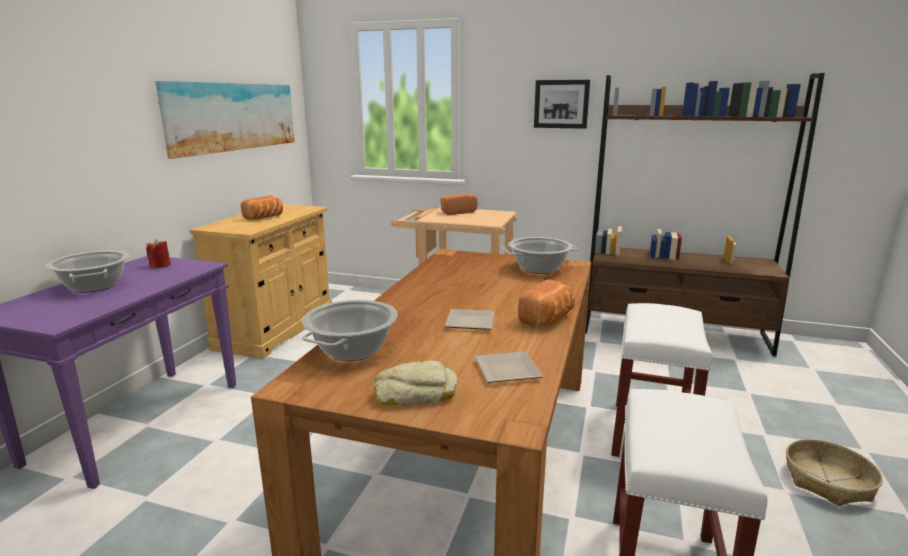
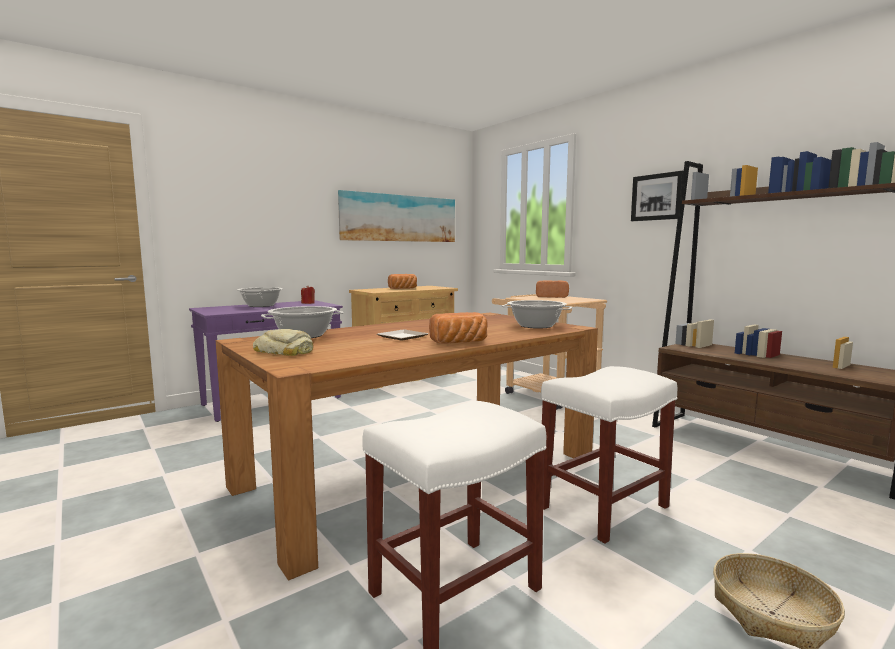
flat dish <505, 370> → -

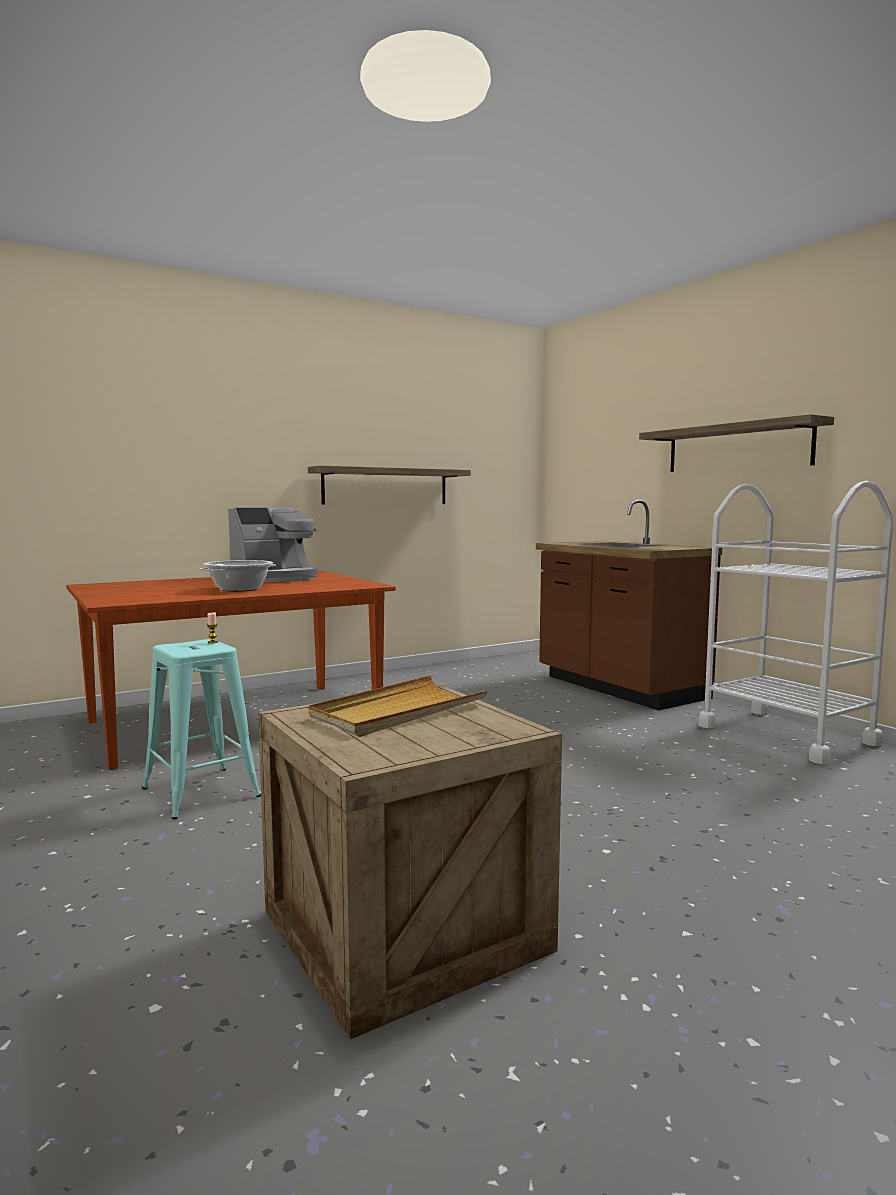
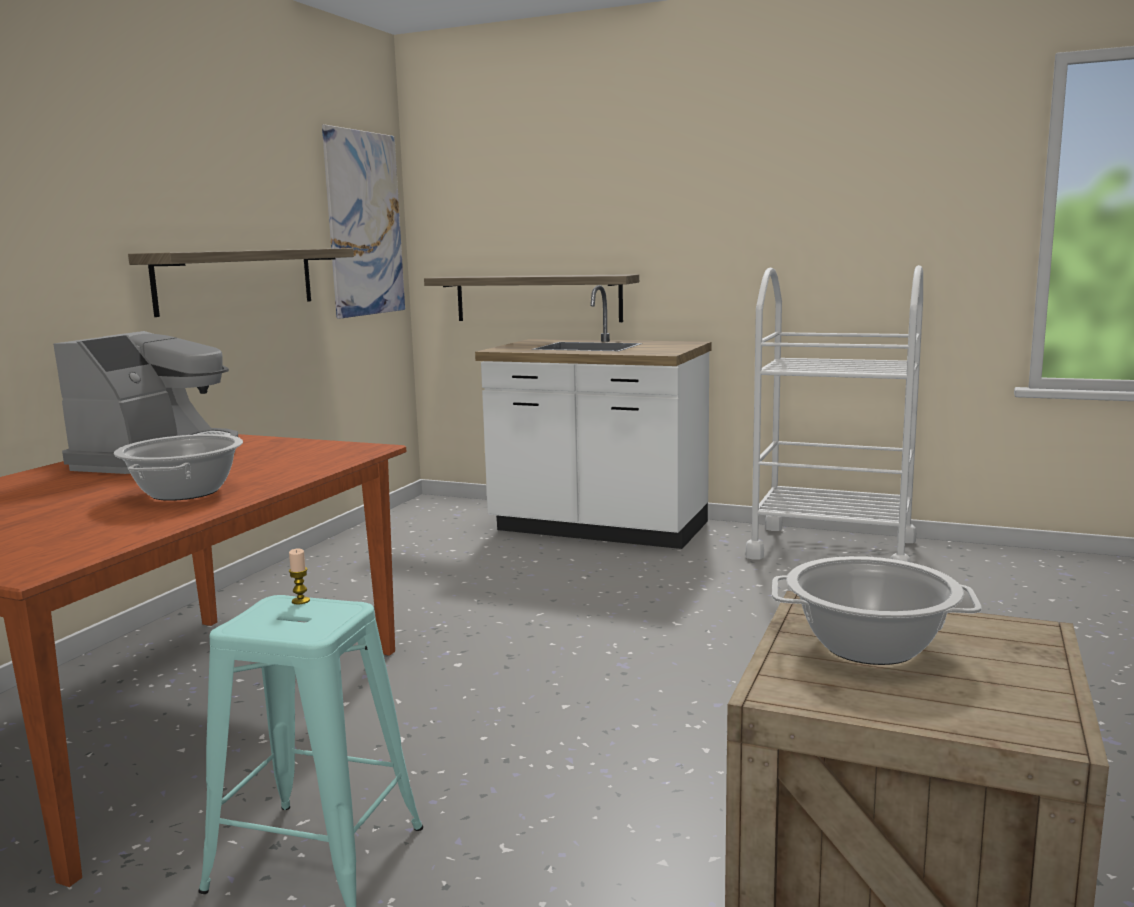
sand-coloured carrying tray <398, 711> → cooking pot <869, 646>
brownish kitchen base unit <619, 688> → white kitchen base unit <598, 529>
bracket shelf <737, 447> → bracket shelf <537, 298>, moved
- → wall art <365, 224>

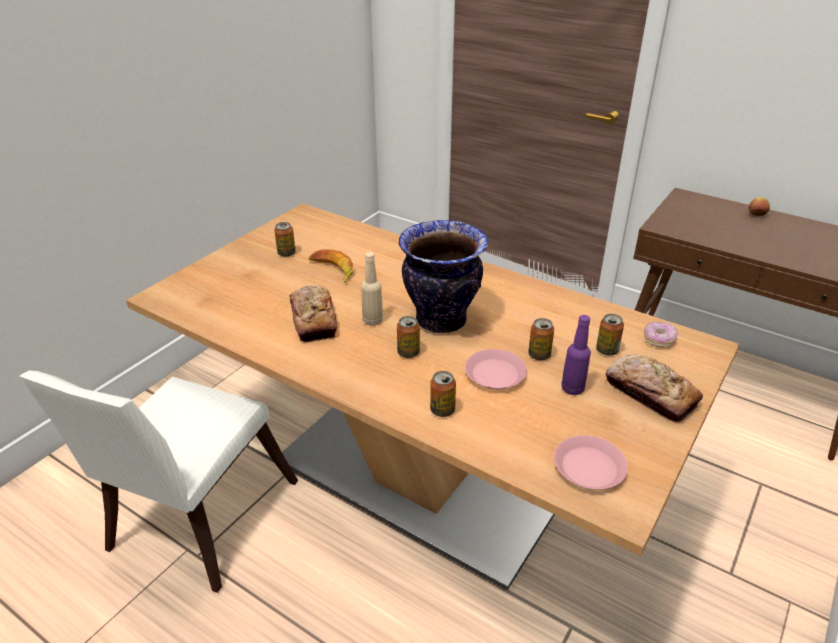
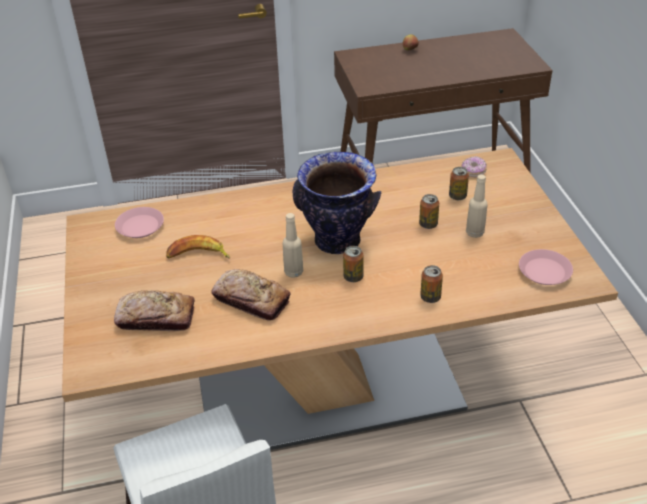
can <286, 253> → -
pinkish flat dish <495, 374> → pinkish flat dish <140, 226>, moved
purplish drink bottle <572, 389> → sand-coloured drink bottle <474, 233>
baked bread <650, 394> → baked bread <156, 318>, moved

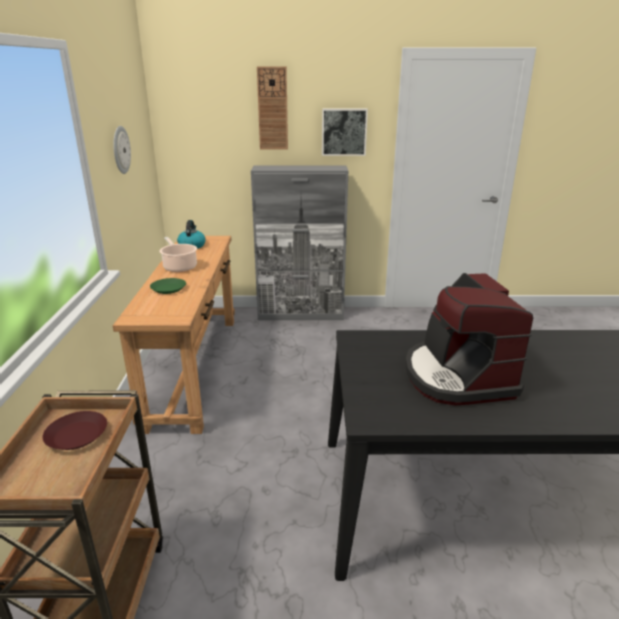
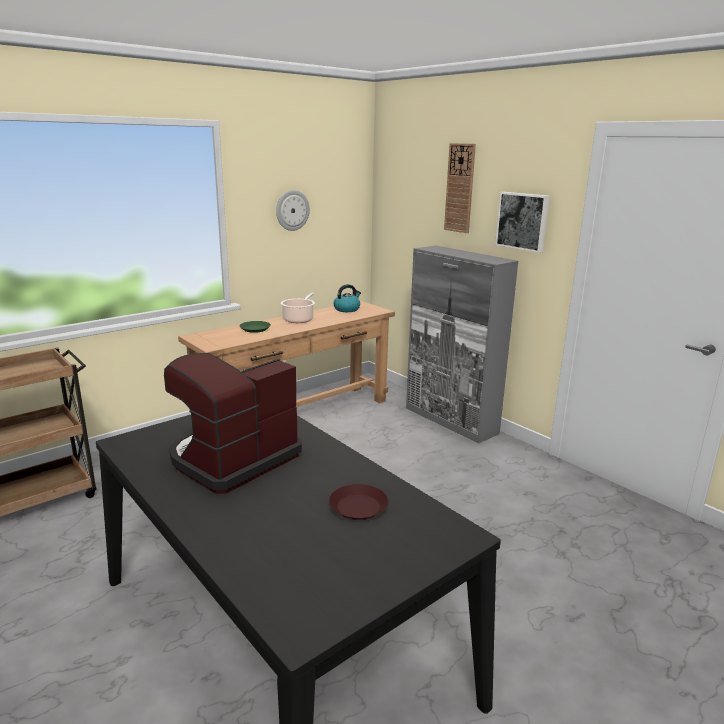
brownish flat dish <76, 435> → brownish flat dish <358, 507>, moved

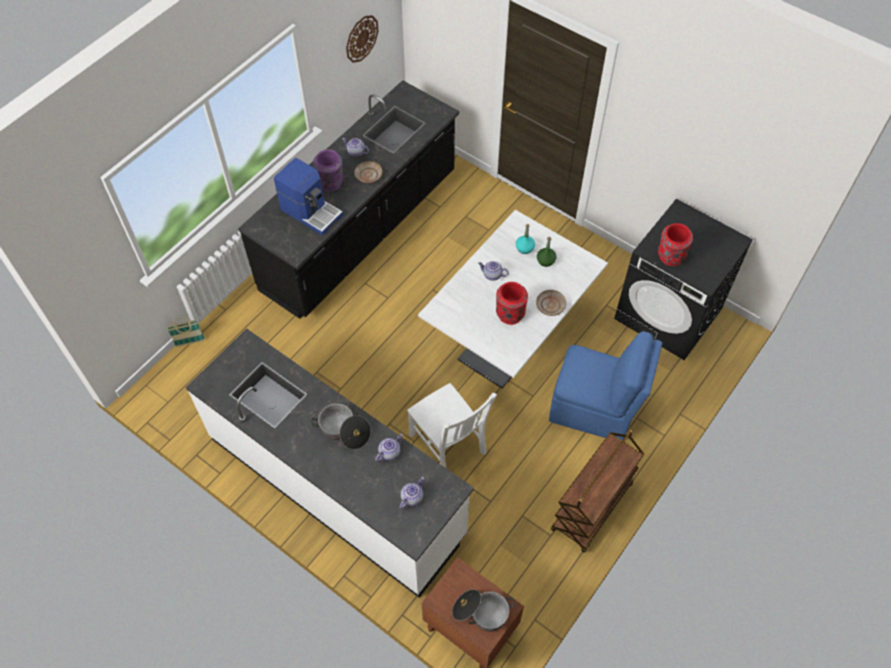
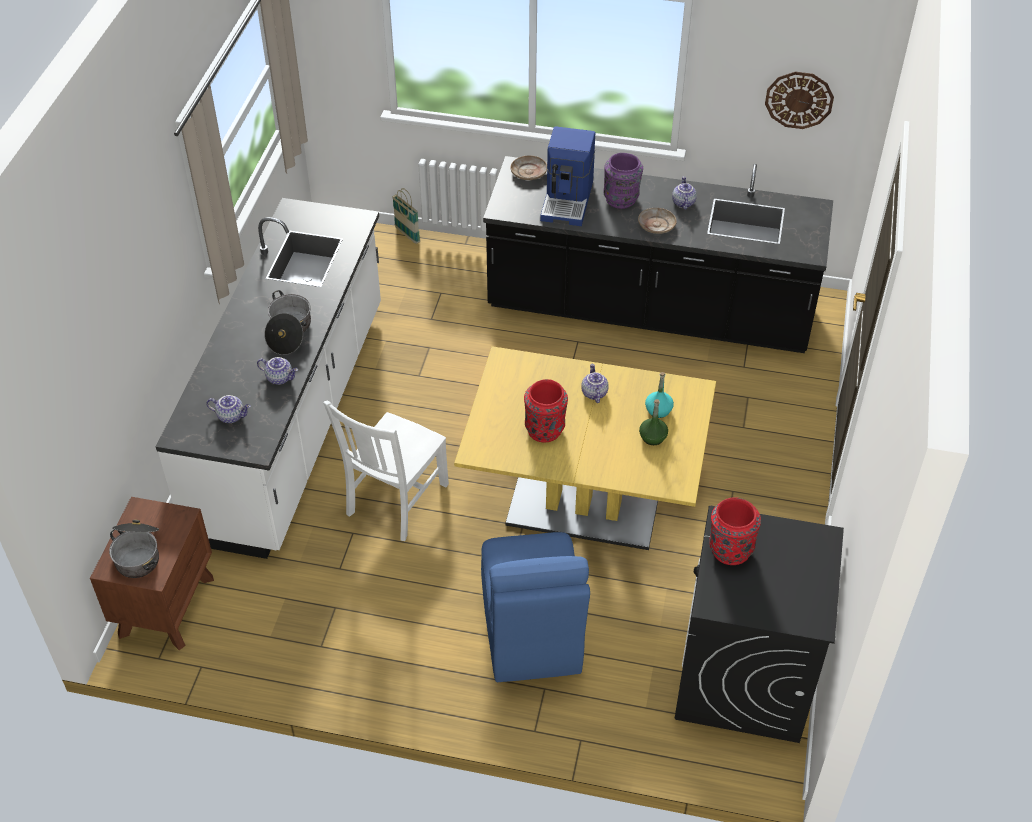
white dining table <509, 339> → yellow dining table <583, 507>
sand-coloured flat dish <550, 305> → sand-coloured flat dish <529, 172>, moved
brownish wheeled cart <592, 508> → -

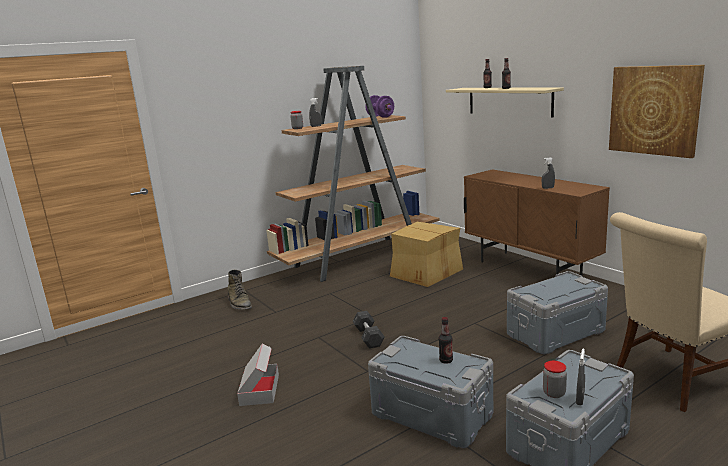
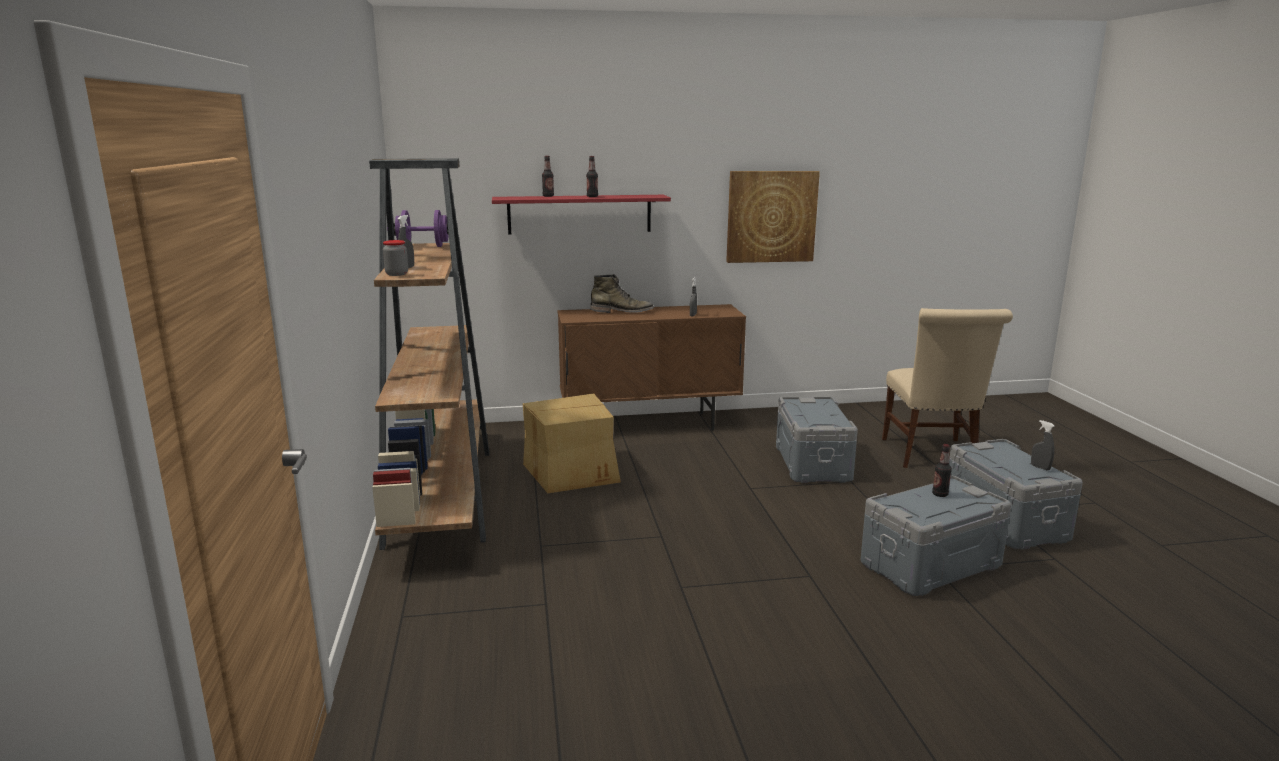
green-coloured high-top boot <239, 303> → green-coloured high-top boot <622, 312>, moved
carton <259, 389> → -
gray hand weight <368, 337> → -
sand-coloured bracket shelf <509, 101> → red bracket shelf <579, 214>
preserve jar <554, 393> → -

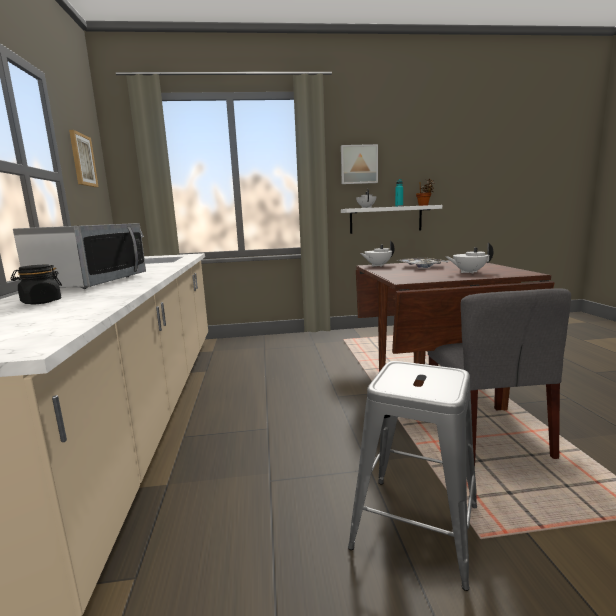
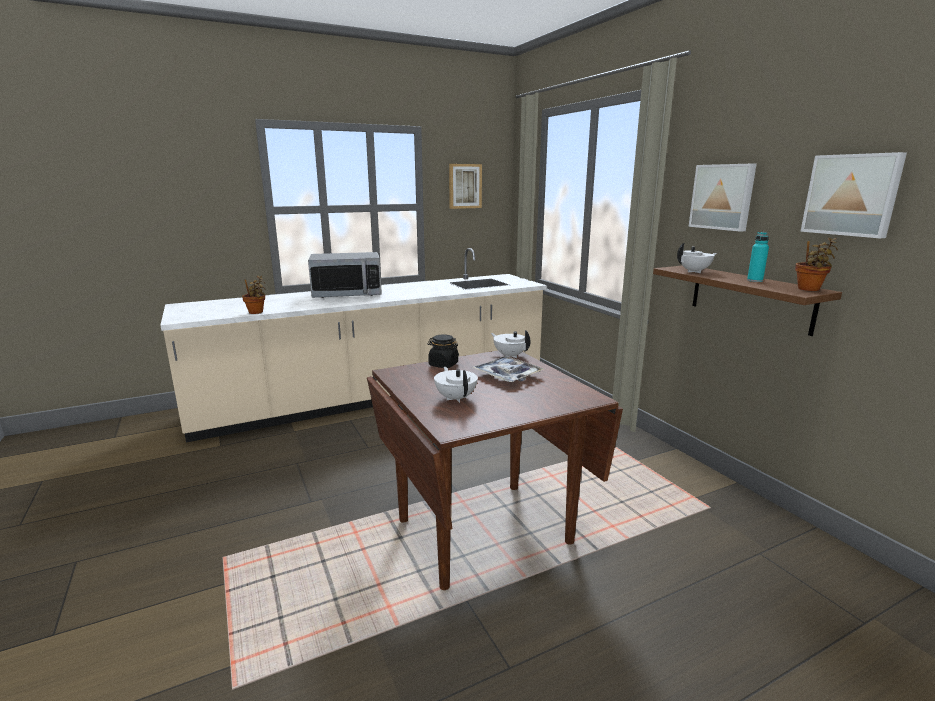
black preserve jar <41, 302> → black preserve jar <443, 364>, moved
white bracket shelf <385, 219> → brownish bracket shelf <750, 298>
gray sitting stool <415, 526> → -
gray plain chair <487, 435> → -
- → houseplant <256, 312>
- → wall art <852, 195>

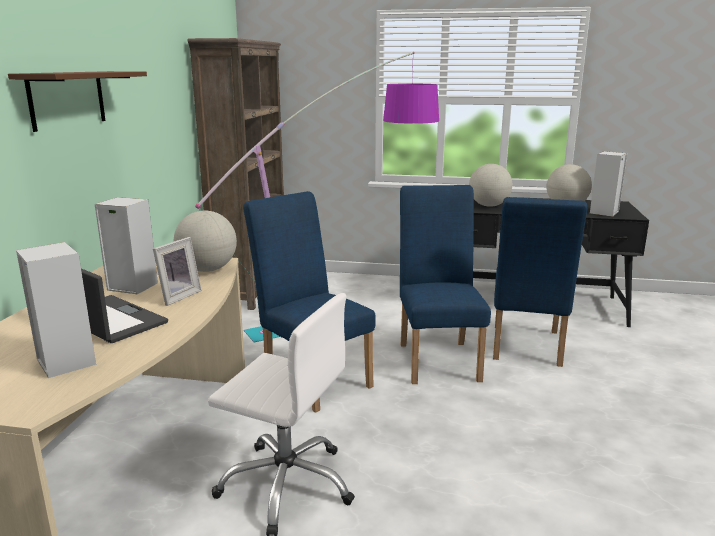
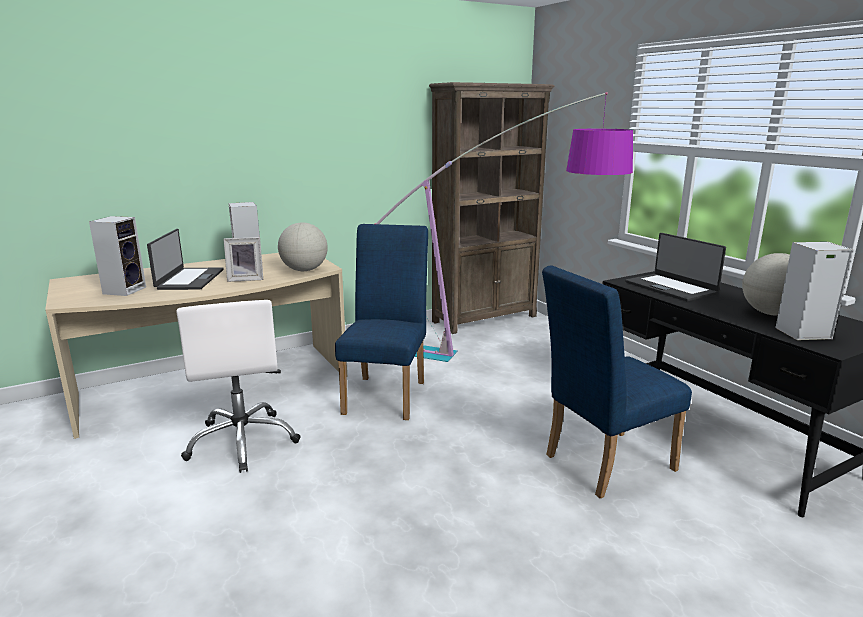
brownish bracket shelf <67, 99> → -
bluish plain chair <438, 358> → -
globe <489, 206> → laptop <671, 288>

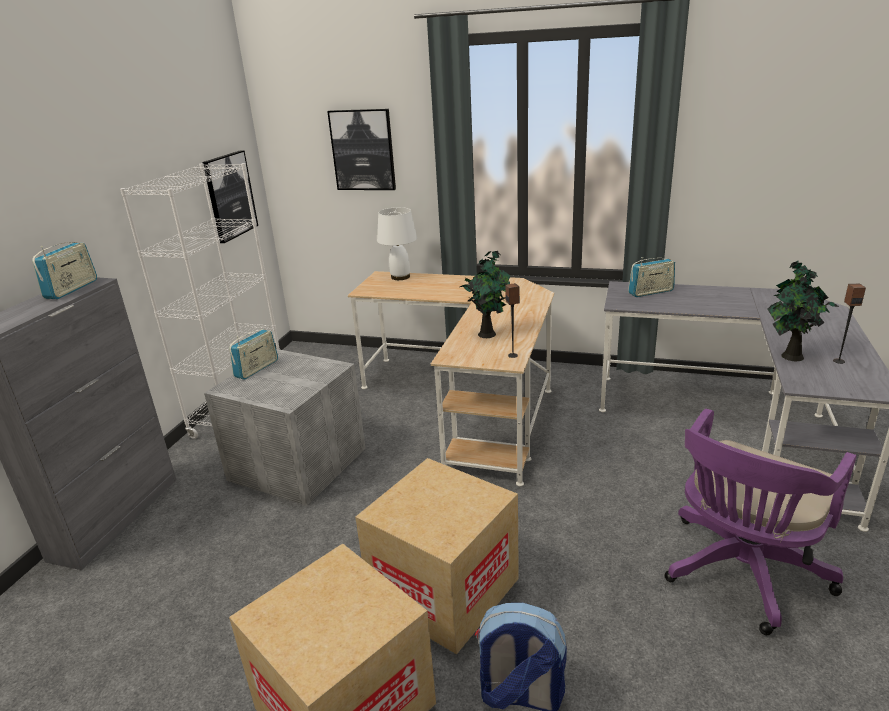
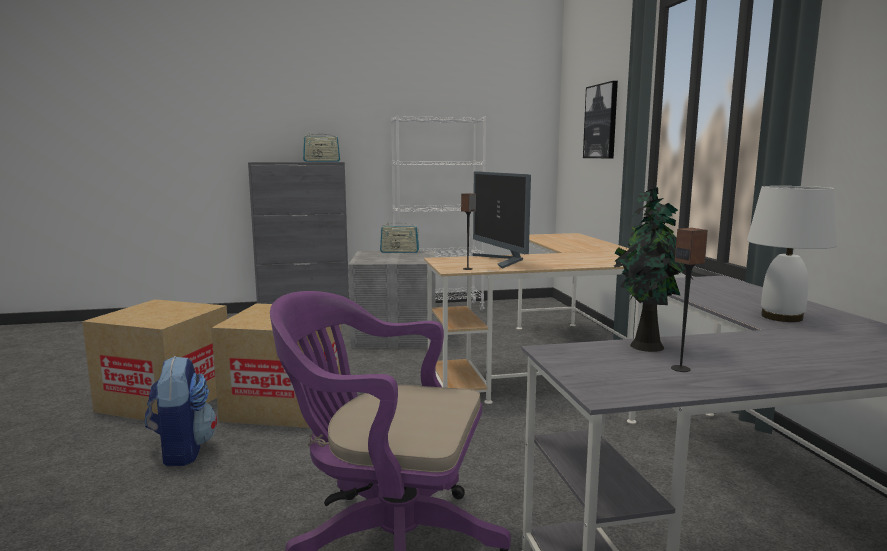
wall art <229, 196> → -
white tabletop lamp <401, 277> → white tabletop lamp <782, 317>, moved
houseplant <488, 334> → computer display <501, 261>
radio receiver <651, 292> → -

